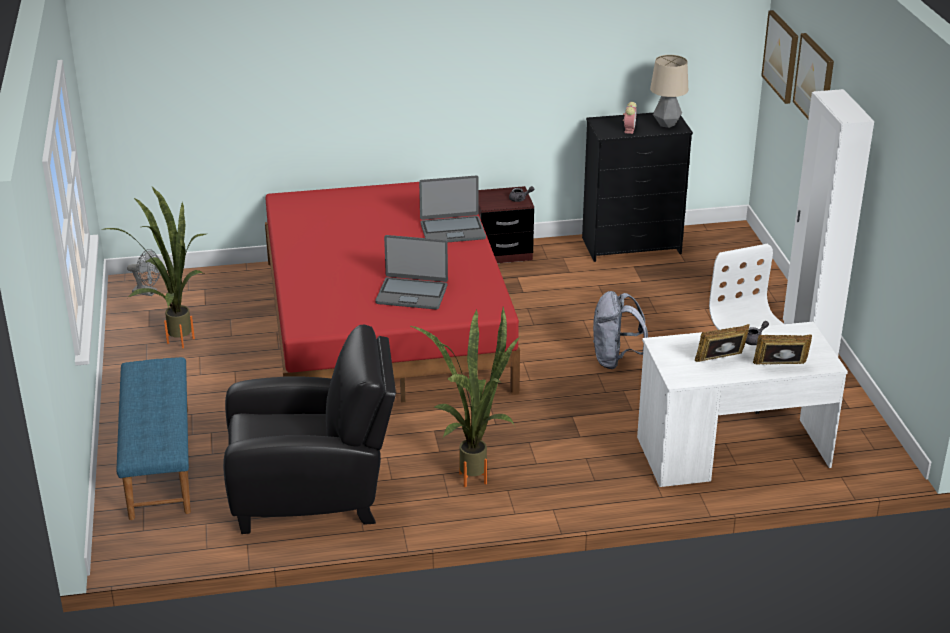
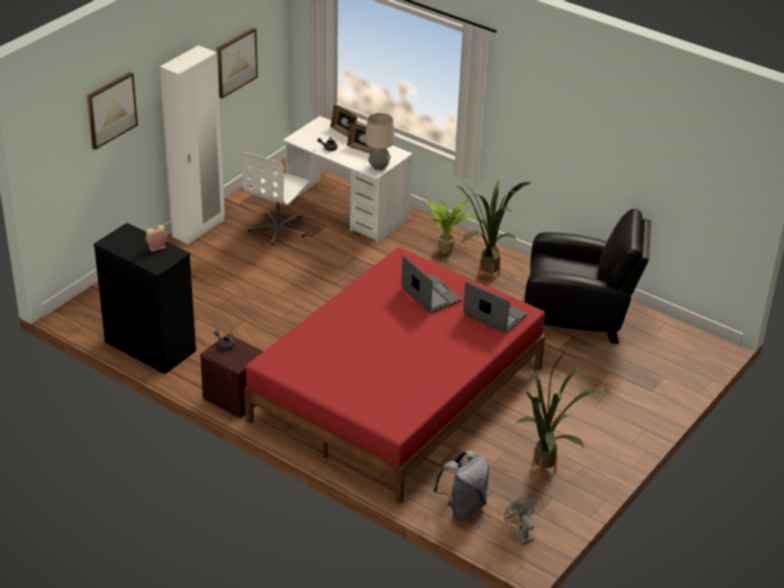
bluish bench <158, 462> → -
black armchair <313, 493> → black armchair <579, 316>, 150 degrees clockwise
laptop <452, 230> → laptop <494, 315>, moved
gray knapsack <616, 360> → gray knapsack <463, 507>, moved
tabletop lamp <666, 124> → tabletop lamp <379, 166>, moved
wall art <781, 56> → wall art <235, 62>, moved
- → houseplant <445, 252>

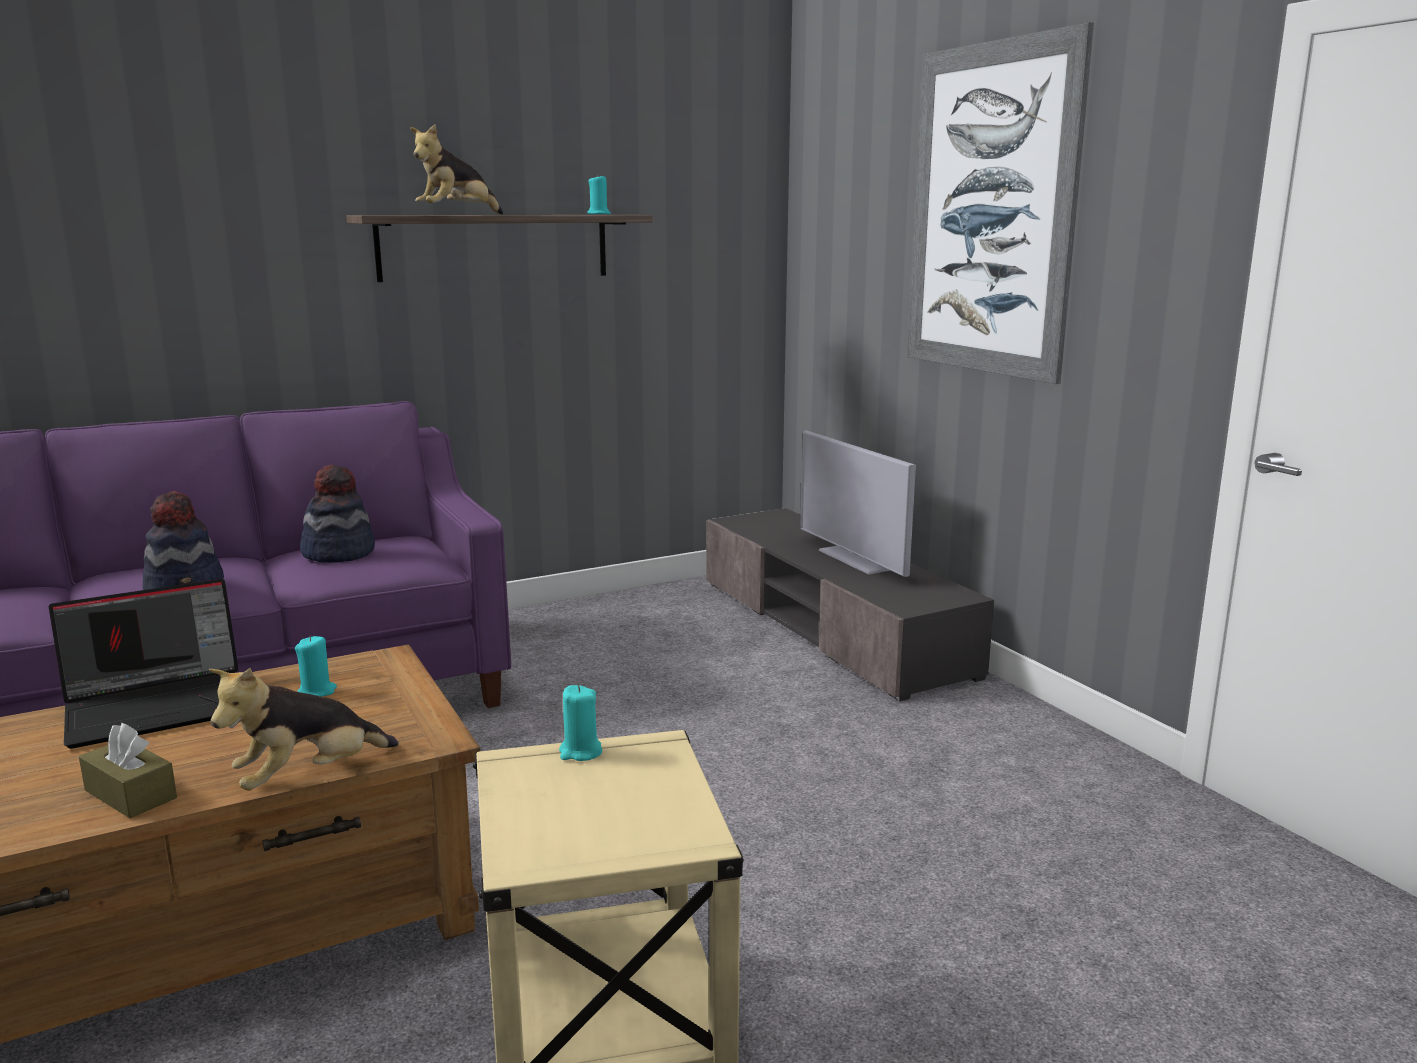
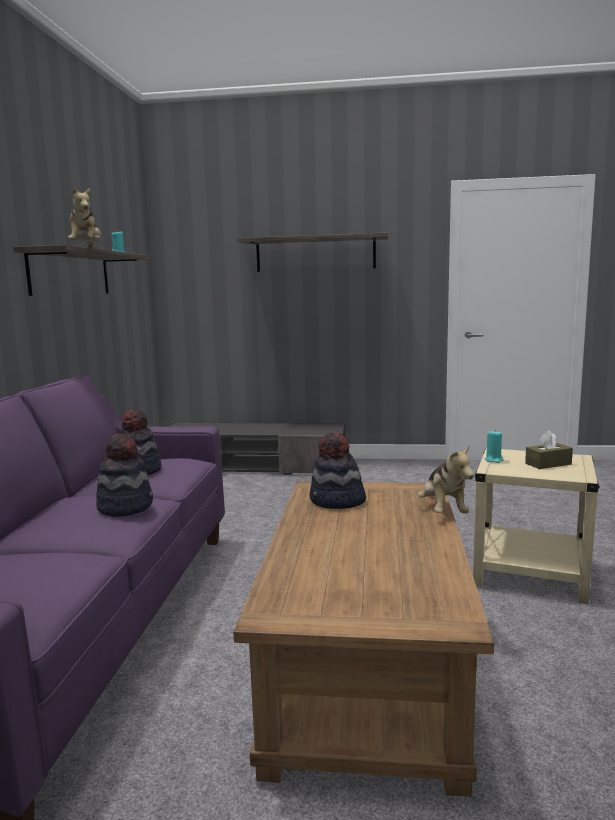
laptop <160, 705> → -
brownish tissue holder <130, 794> → brownish tissue holder <548, 464>, moved
turquoise candle <317, 691> → hat <337, 502>
TV <855, 559> → -
wall art <990, 211> → bracket shelf <315, 254>

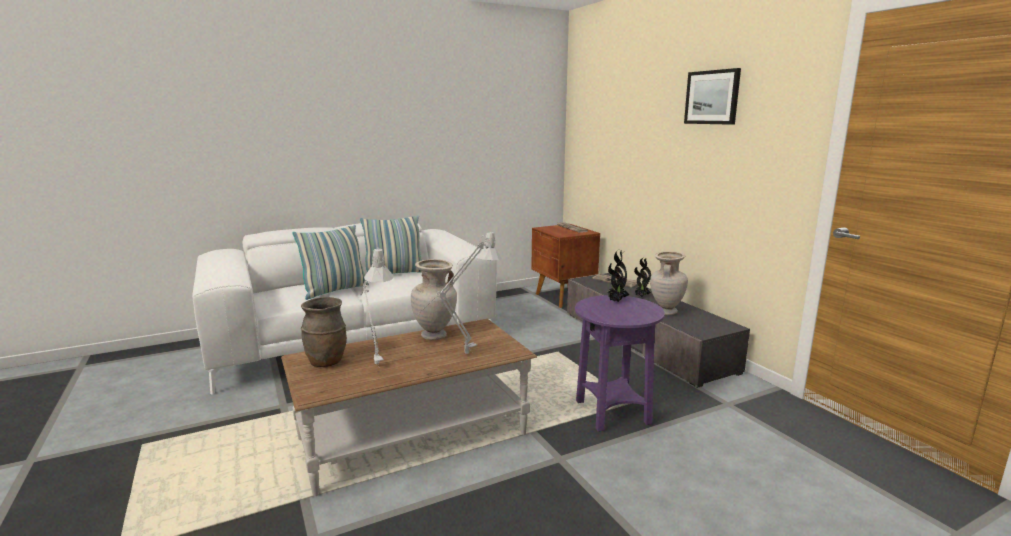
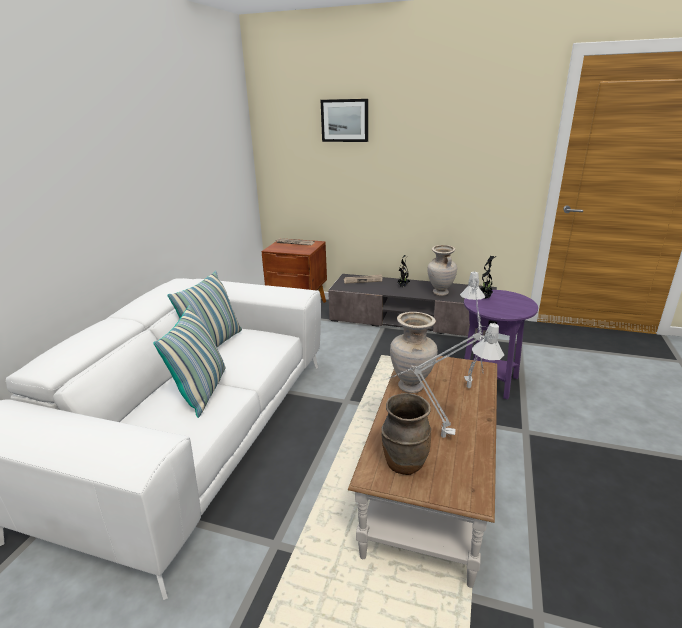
wall art <712, 97> → wall art <344, 120>, moved

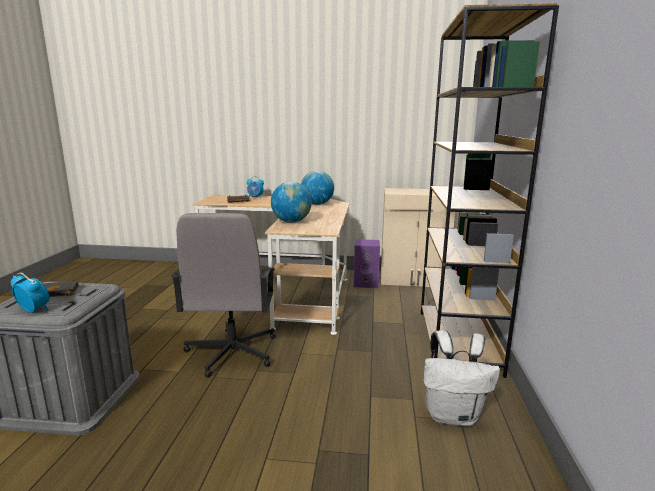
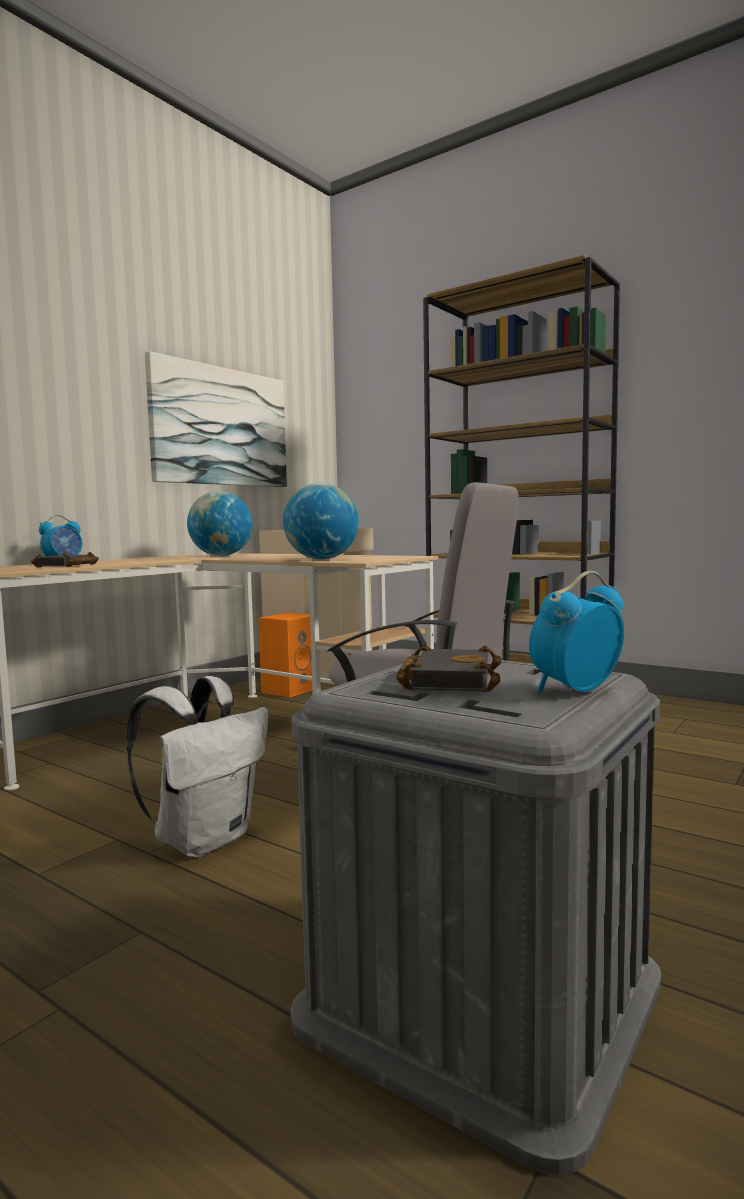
purplish speaker <366, 283> → orangey speaker <289, 690>
white knapsack <453, 415> → white knapsack <205, 839>, moved
- → wall art <220, 427>

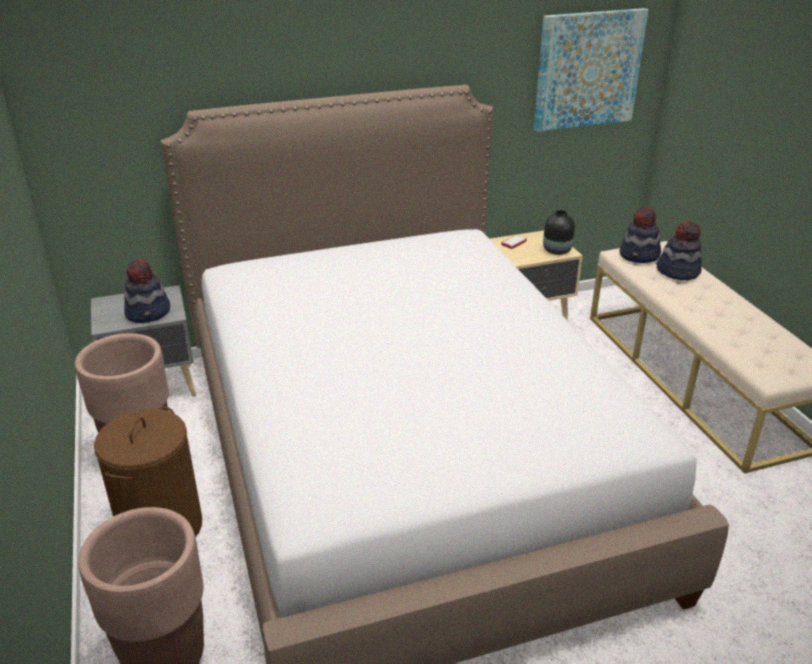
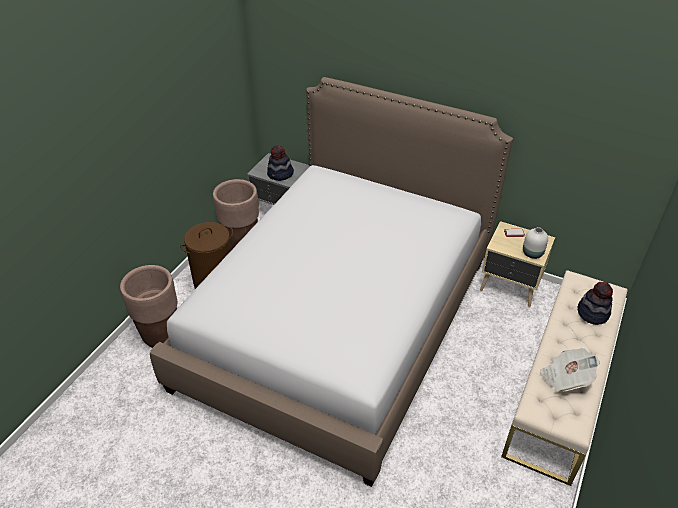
wall art <588, 69> → -
black vase <556, 250> → white vase <532, 253>
hat <639, 256> → -
- → printed paper <565, 378>

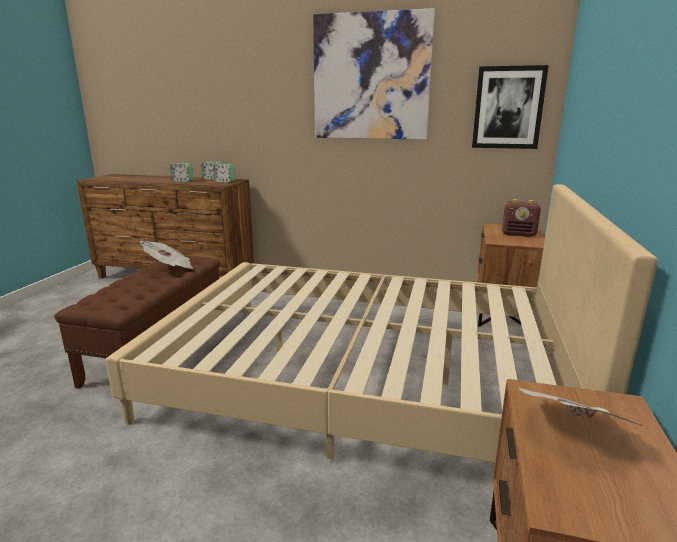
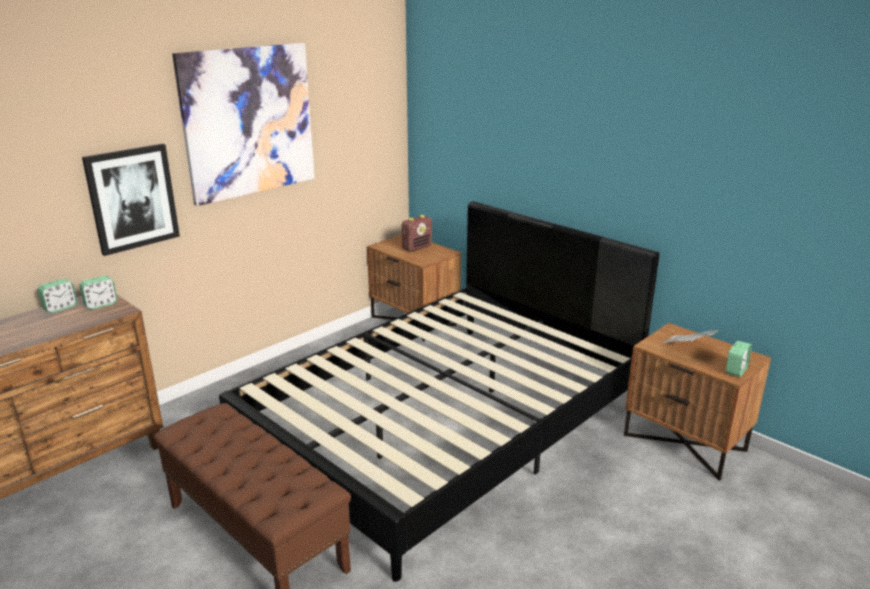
sand-coloured sleeping bed <362, 377> → black sleeping bed <444, 424>
printed paper <169, 267> → -
alarm clock <182, 181> → alarm clock <736, 370>, moved
wall art <508, 108> → wall art <132, 198>, moved

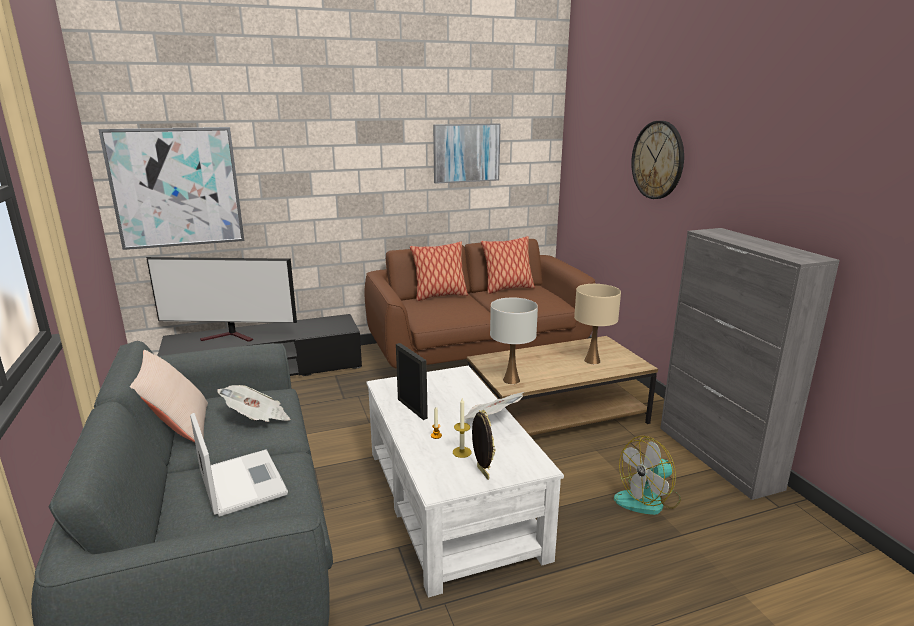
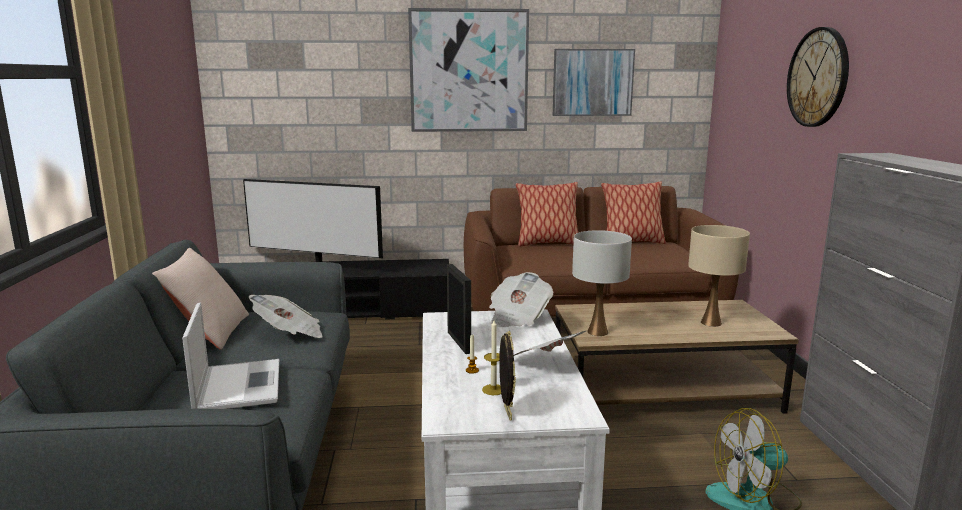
wall art <176, 187> → wall art <469, 71>, moved
- → printed paper <517, 317>

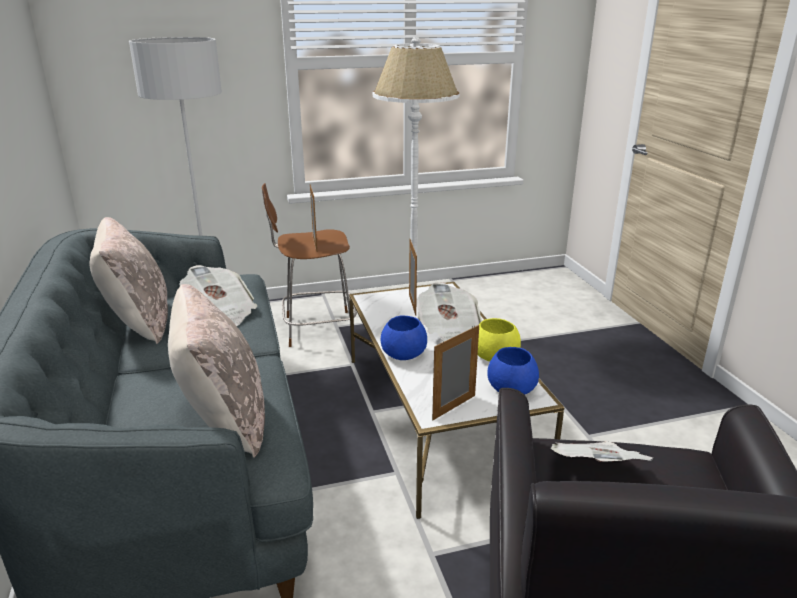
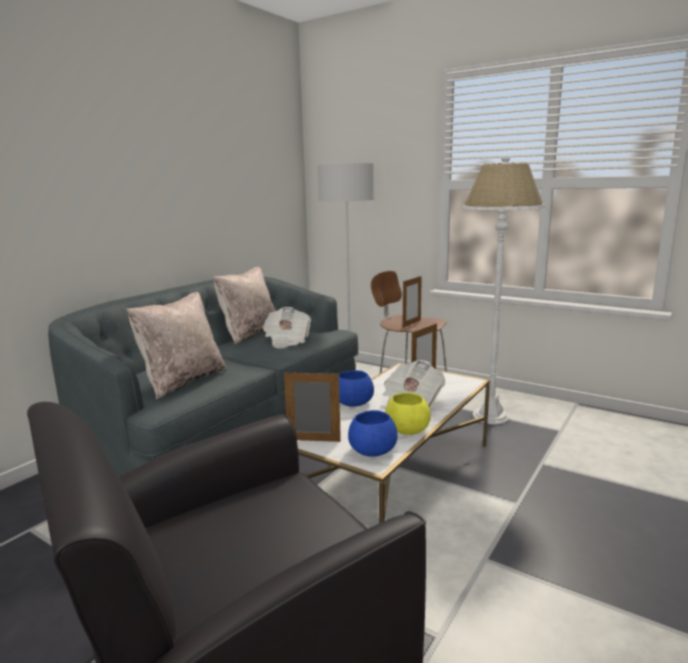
printed paper <596, 472> → -

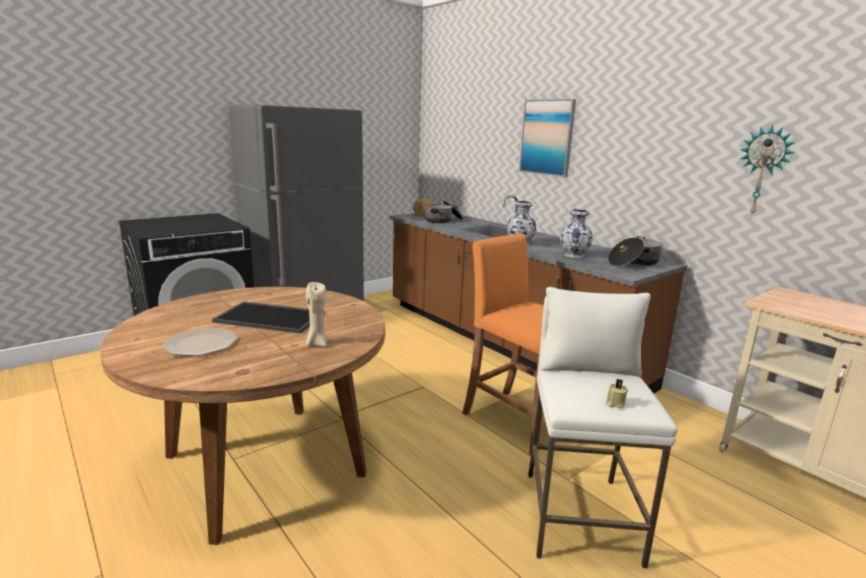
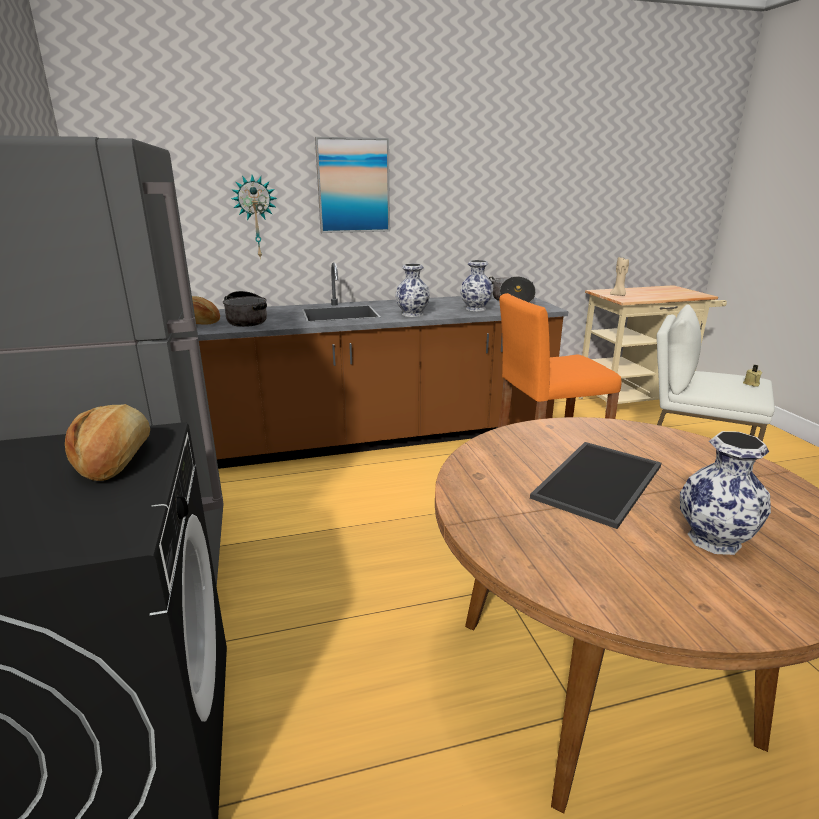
flat dish <200, 344> → vase <715, 540>
sand-coloured candle <317, 344> → sand-coloured candle <618, 295>, moved
hanging clock <763, 171> → hanging clock <256, 217>, moved
- → baked bread <115, 460>

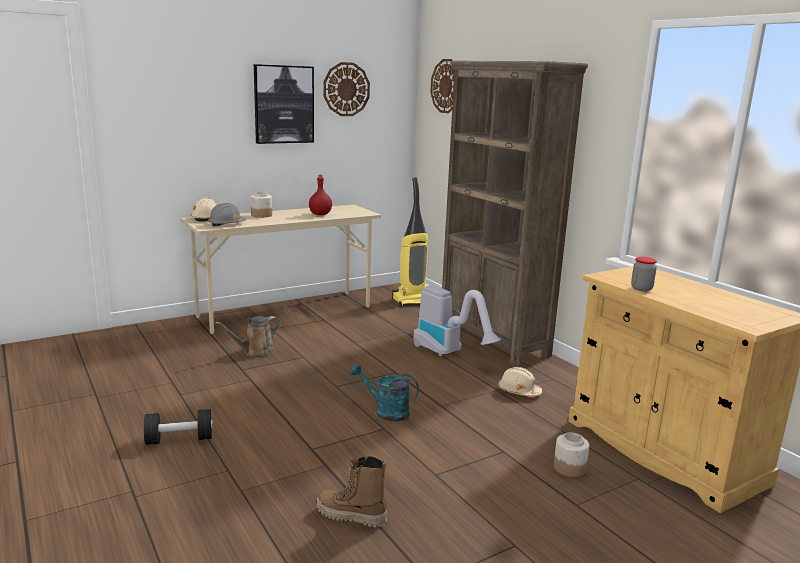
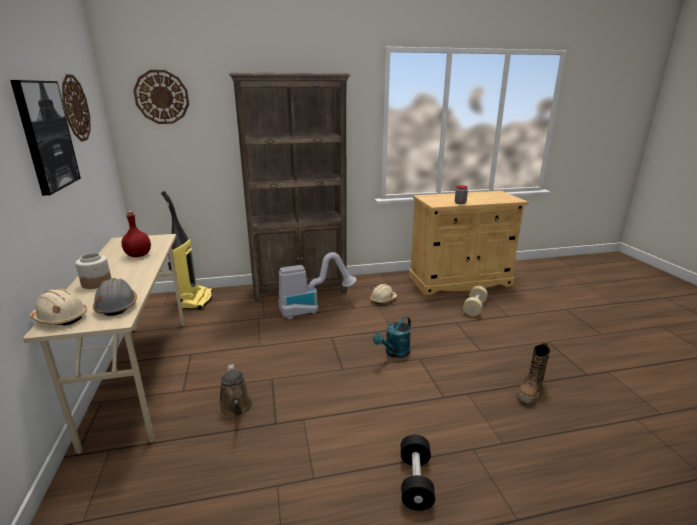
preserve jar <569, 468> → sand-coloured hand weight <474, 308>

